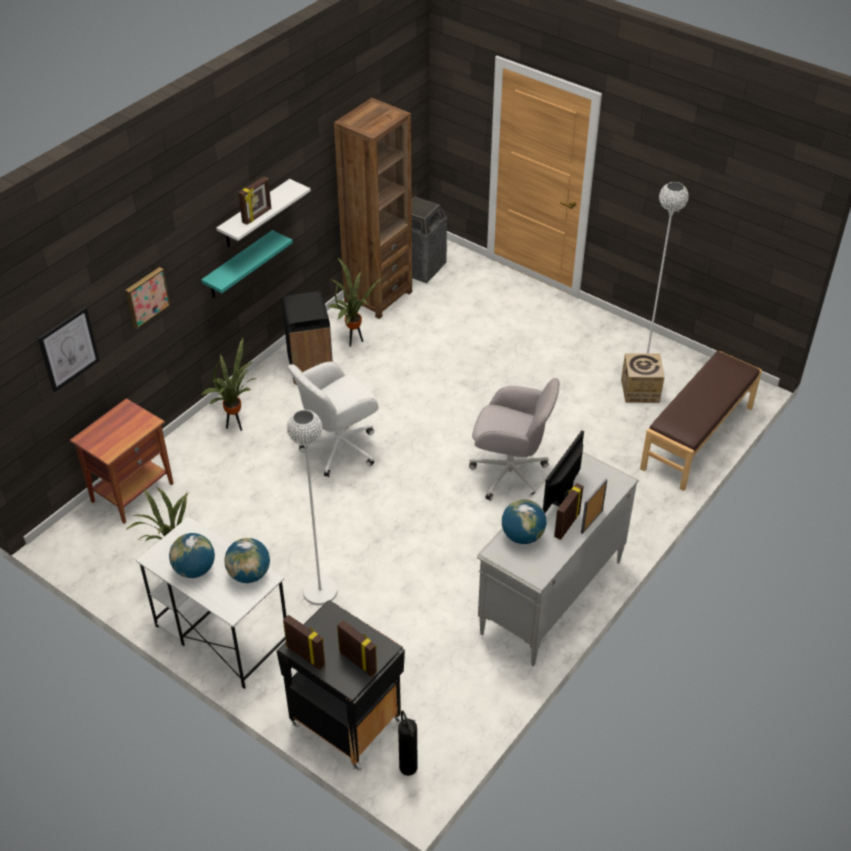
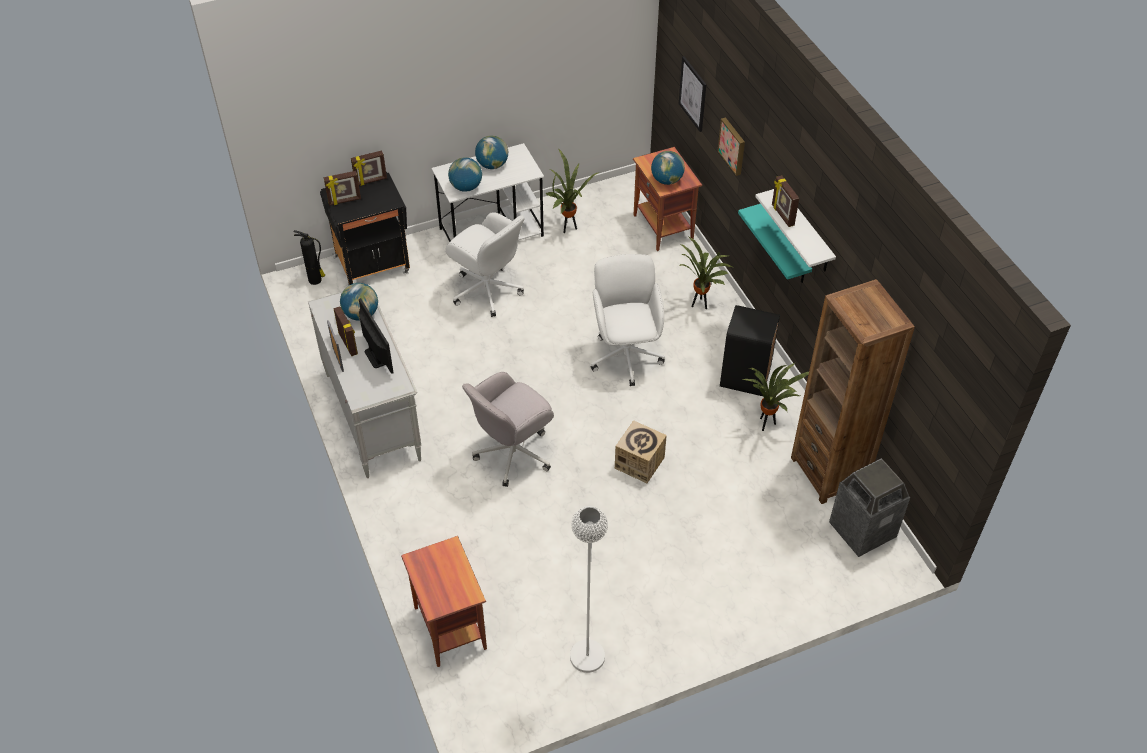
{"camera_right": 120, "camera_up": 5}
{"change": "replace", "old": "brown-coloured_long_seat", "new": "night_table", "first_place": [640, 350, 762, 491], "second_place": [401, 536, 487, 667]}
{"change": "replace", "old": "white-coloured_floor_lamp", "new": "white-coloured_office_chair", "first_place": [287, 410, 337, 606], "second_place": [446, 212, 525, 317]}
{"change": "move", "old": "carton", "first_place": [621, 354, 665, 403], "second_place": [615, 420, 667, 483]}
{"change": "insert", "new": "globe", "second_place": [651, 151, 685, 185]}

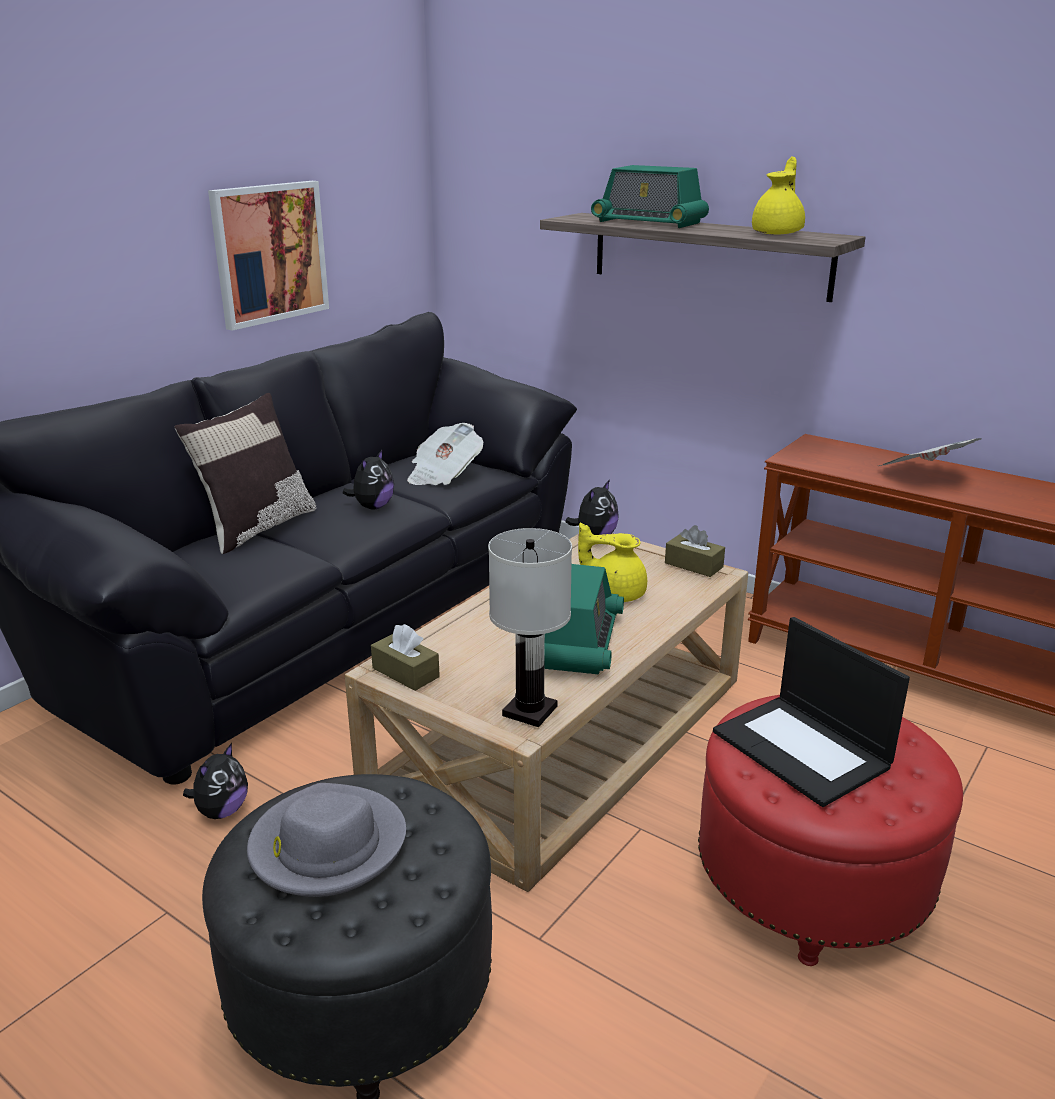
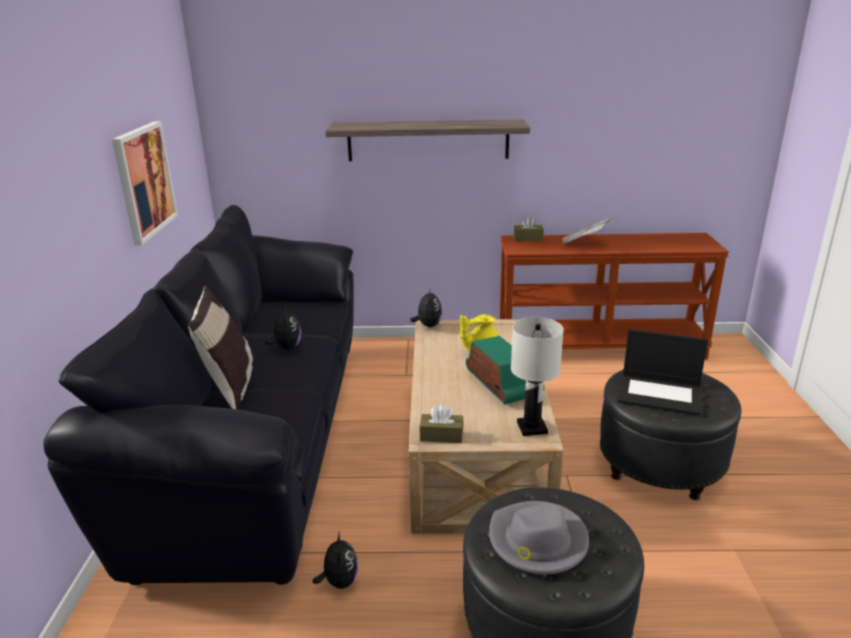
{"camera_right": -35, "camera_up": 0}
{"change": "move", "old": "brown-coloured_tissue_box", "first_place": [665, 525, 725, 577], "second_place": [514, 216, 544, 241]}
{"change": "recolor", "old": "red_footrest", "new": "black-coloured_footrest", "first_place": [698, 695, 963, 966], "second_place": [600, 369, 741, 500]}
{"change": "delete", "old": "daily_paper", "first_place": [407, 423, 483, 485]}
{"change": "delete", "old": "radio", "first_place": [591, 165, 709, 228]}
{"change": "delete", "old": "yellowish_pot_for_tea", "first_place": [752, 156, 805, 235]}

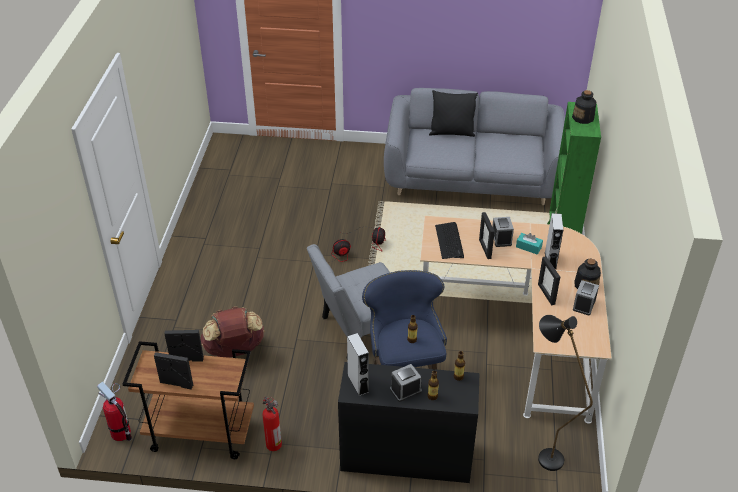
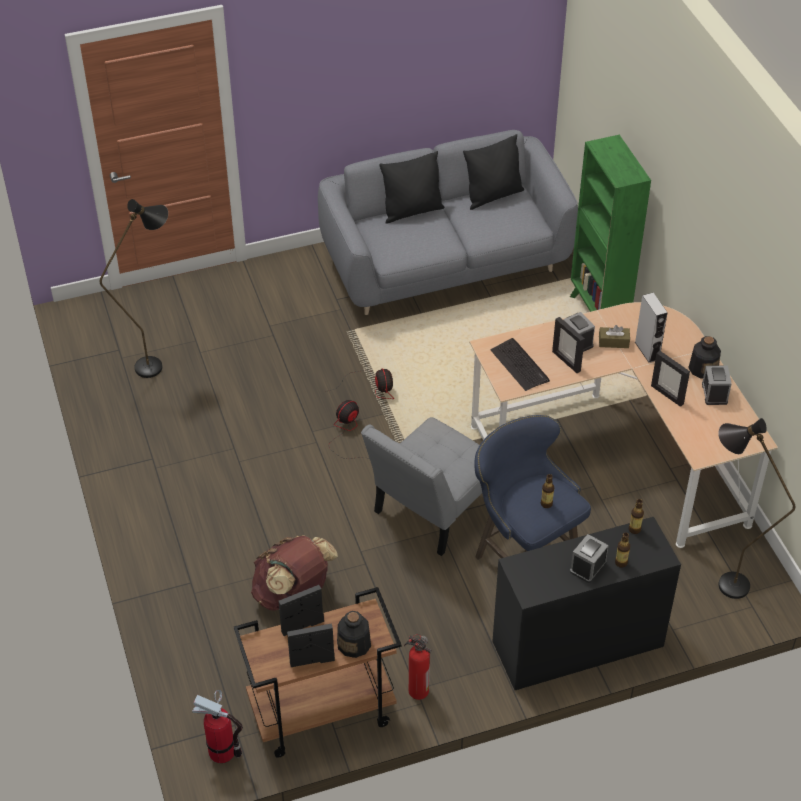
{"camera_right": -25, "camera_up": 5}
{"change": "insert", "new": "black-coloured_floor_lamp", "second_place": [100, 199, 168, 378]}
{"change": "move", "old": "bottle", "first_place": [572, 90, 596, 124], "second_place": [337, 611, 371, 658]}
{"change": "insert", "new": "black-coloured_cushion", "second_place": [463, 134, 524, 210]}
{"change": "recolor", "old": "turquoise-coloured_tissue_box", "new": "brown-coloured_tissue_box", "first_place": [516, 233, 543, 255], "second_place": [599, 325, 630, 348]}
{"change": "delete", "old": "gray_audio_speaker", "first_place": [347, 333, 369, 396]}

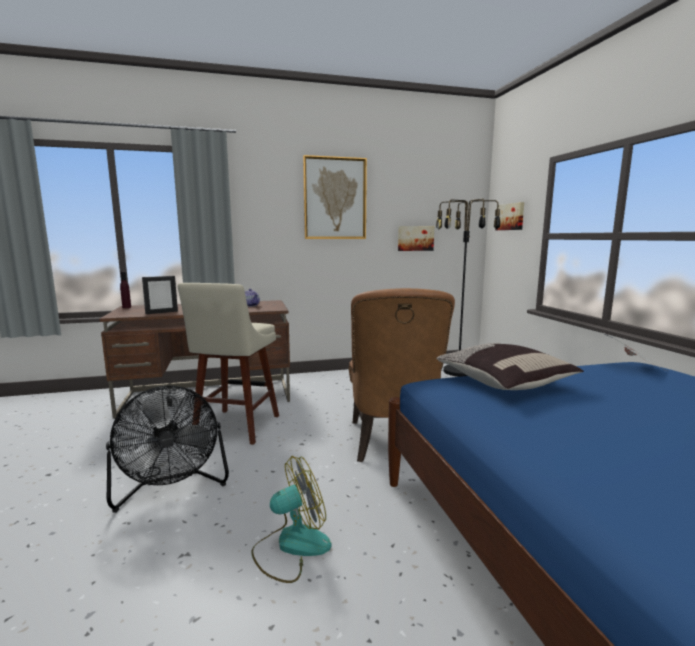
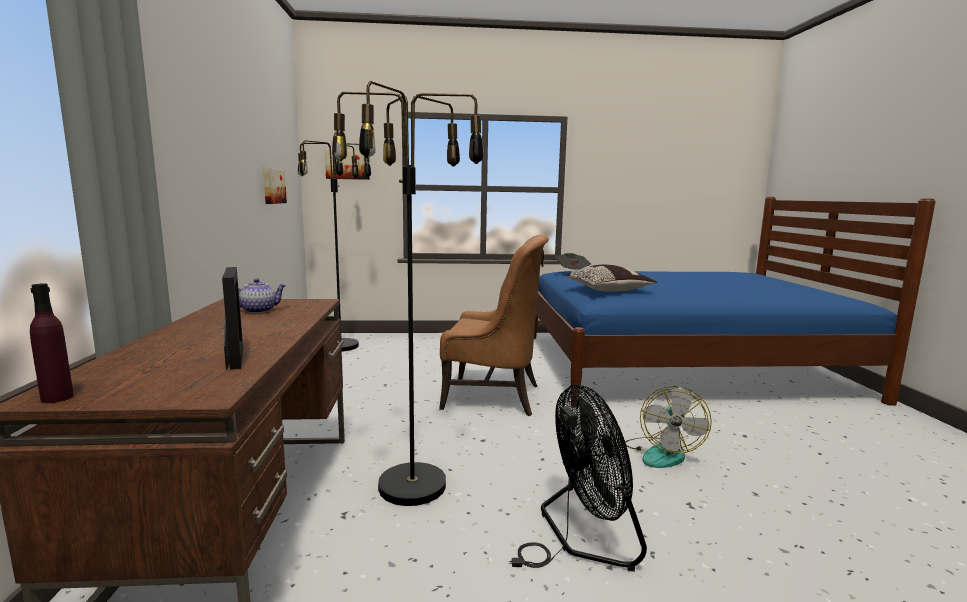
{"camera_right": -80, "camera_up": 0}
{"change": "replace", "old": "sand-coloured_stool_seat", "new": "floor_lamp", "first_place": [178, 283, 279, 445], "second_place": [332, 81, 484, 506]}
{"change": "rotate", "old": "fan", "first_place": [251, 456, 331, 583], "second_place": [625, 386, 712, 468], "degrees": -150}
{"change": "delete", "old": "wall_picture", "first_place": [303, 155, 367, 239]}

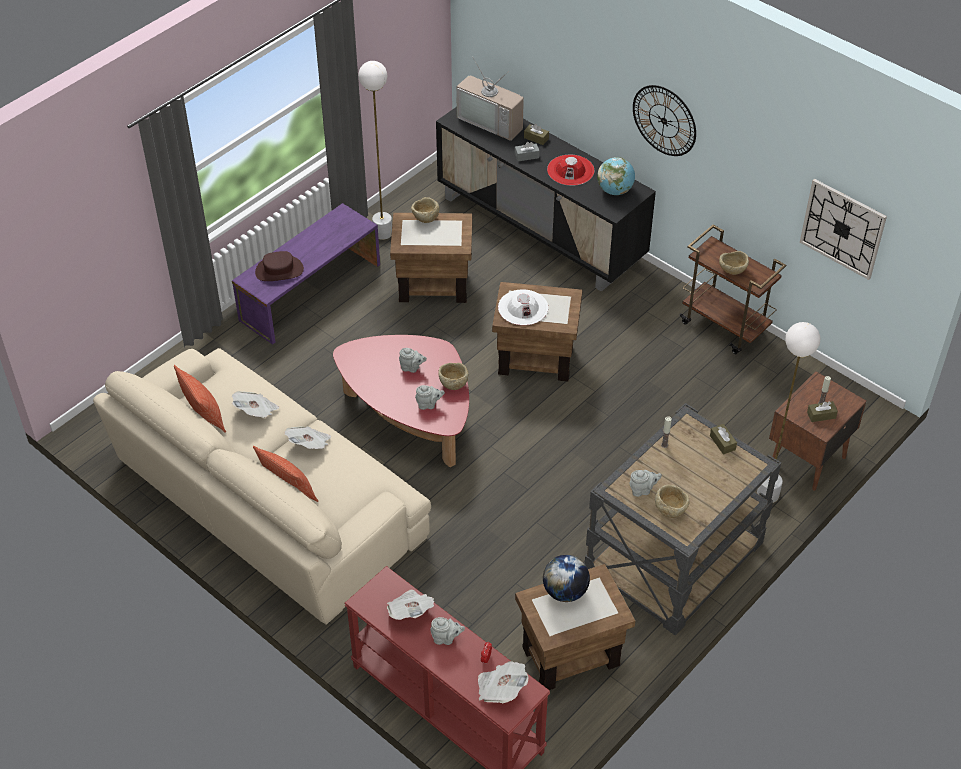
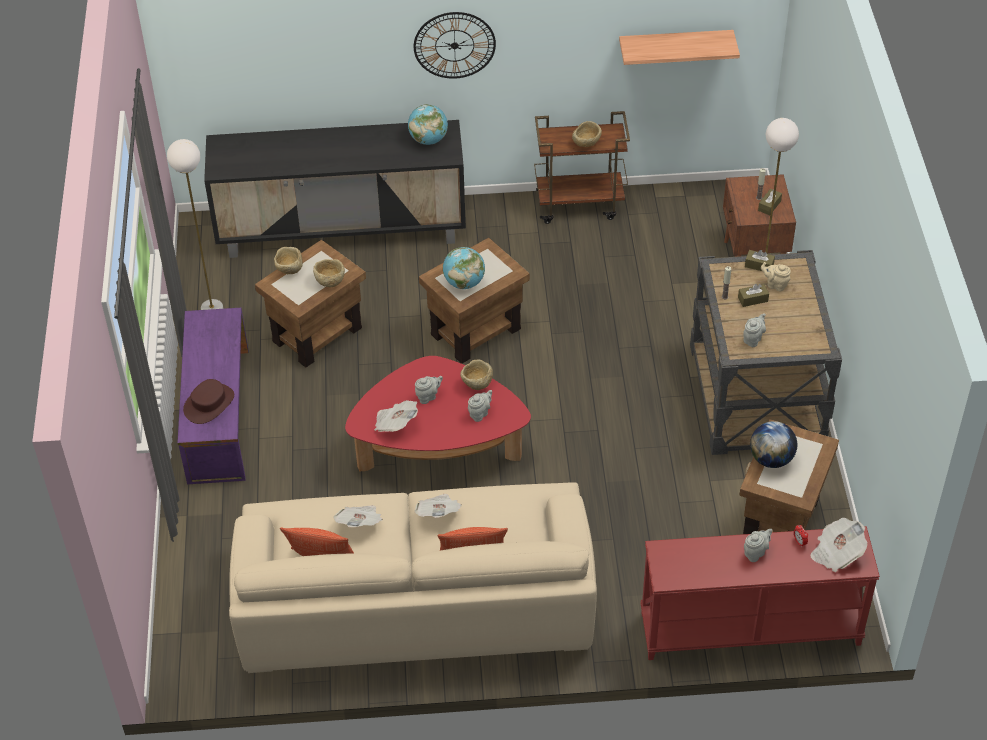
{"camera_right": -45, "camera_up": 0}
{"change": "move", "old": "sand-coloured_bowl", "first_place": [655, 485, 689, 518], "second_place": [313, 259, 345, 287]}
{"change": "move", "old": "daily_paper", "first_place": [387, 590, 434, 620], "second_place": [374, 400, 418, 432]}
{"change": "replace", "old": "white-coloured_hat", "new": "globe", "first_place": [498, 289, 548, 325], "second_place": [443, 247, 485, 289]}
{"change": "replace", "old": "hanging_clock", "new": "bracket_shelf", "first_place": [800, 179, 887, 280], "second_place": [619, 30, 740, 65]}
{"change": "move", "old": "brown-coloured_tissue_box", "first_place": [524, 124, 549, 145], "second_place": [738, 284, 769, 307]}
{"change": "insert", "new": "sand-coloured_pot_for_tea", "second_place": [761, 262, 791, 291]}
{"change": "delete", "old": "television", "first_place": [456, 58, 524, 141]}
{"change": "delete", "old": "gray_tissue_box", "first_place": [515, 142, 540, 161]}
{"change": "delete", "old": "red_hat", "first_place": [547, 155, 594, 186]}

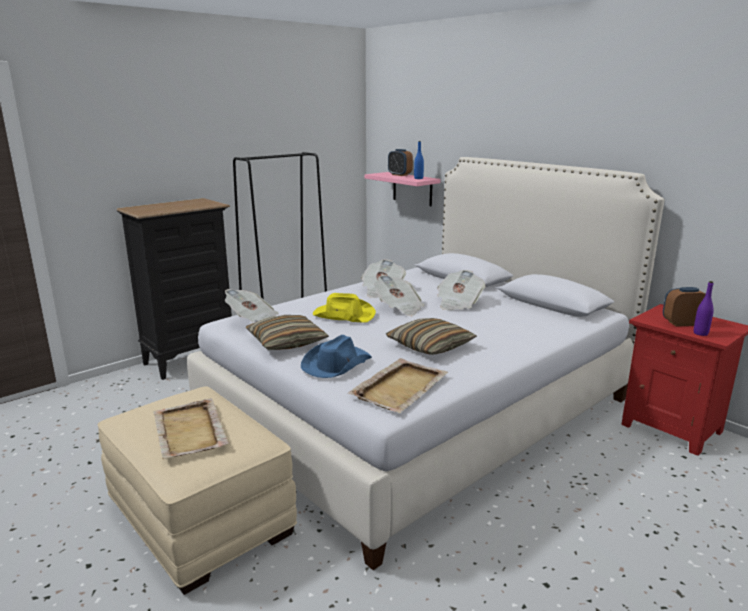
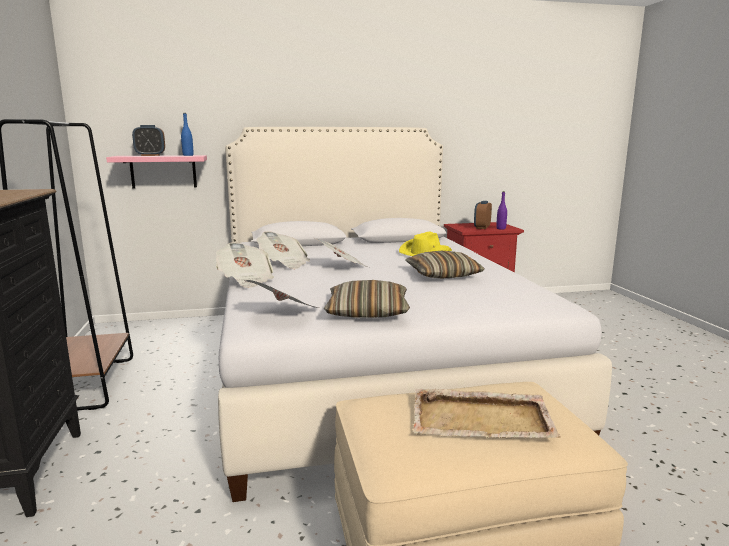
{"camera_right": -60, "camera_up": -5}
{"change": "move", "old": "daily_paper", "first_place": [437, 270, 485, 310], "second_place": [216, 242, 274, 288]}
{"change": "move", "old": "yellowish_hat", "first_place": [313, 293, 376, 323], "second_place": [399, 231, 452, 256]}
{"change": "delete", "old": "blue-coloured_hat", "first_place": [301, 335, 372, 378]}
{"change": "delete", "old": "sand-coloured_tray", "first_place": [348, 358, 448, 413]}

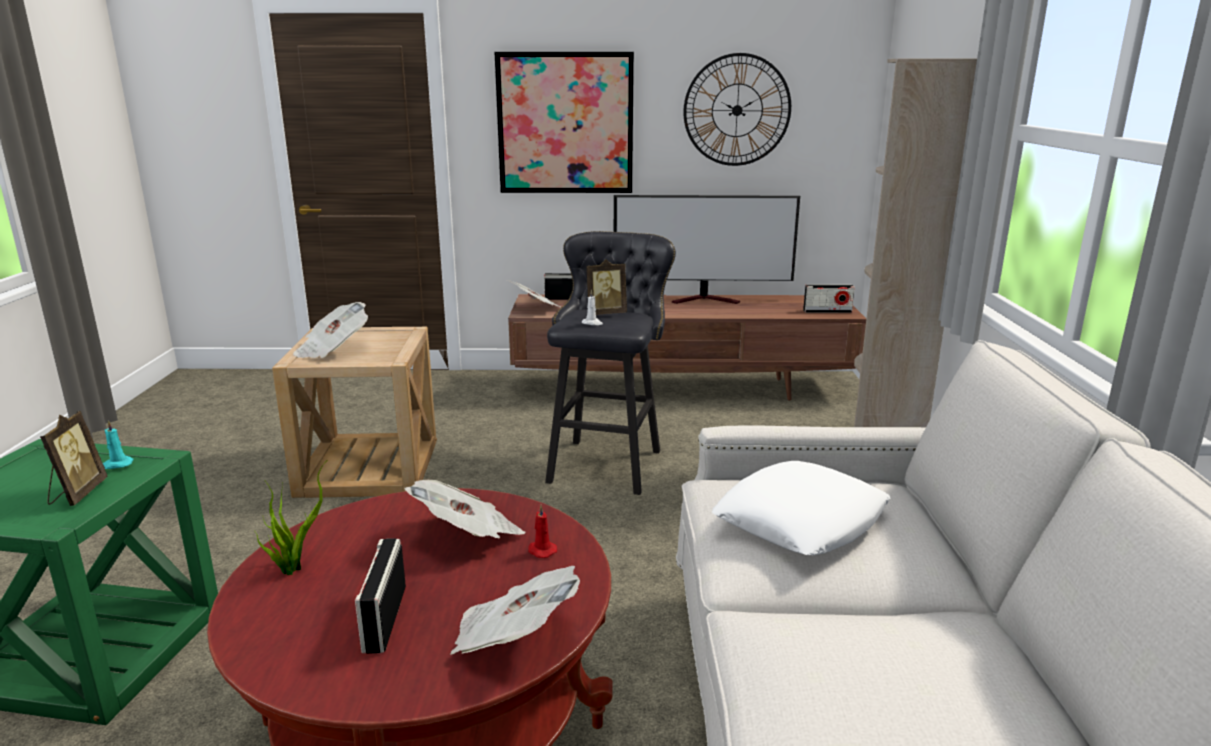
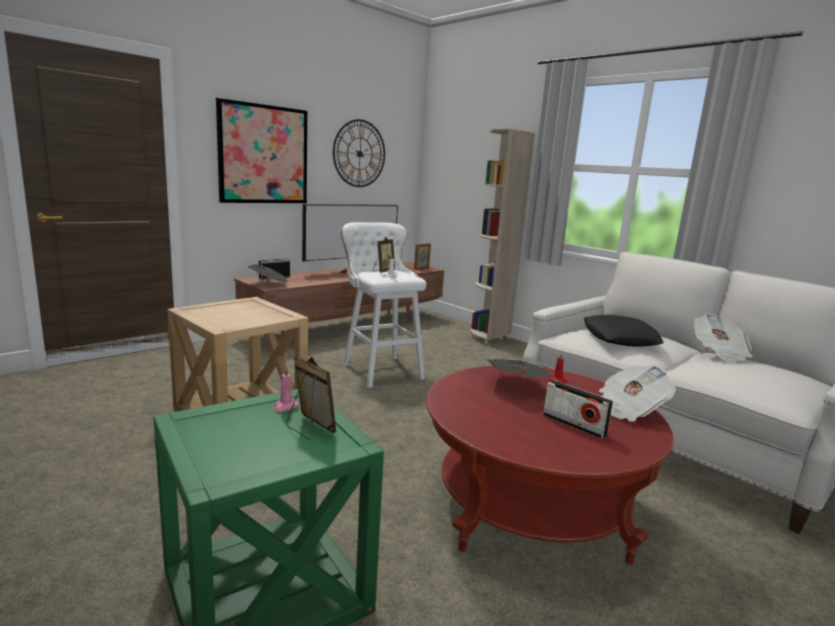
{"camera_right": -45, "camera_up": -5}
{"change": "recolor", "old": "turquoise-coloured_wax_candle", "new": "pink_wax_candle", "first_place": [103, 421, 134, 469], "second_place": [275, 367, 299, 412]}
{"change": "recolor", "old": "black-coloured_stool_seat", "new": "white-coloured_stool_seat", "first_place": [545, 231, 676, 495], "second_place": [340, 222, 426, 388]}
{"change": "replace", "old": "radio", "new": "photo_frame", "first_place": [803, 284, 855, 313], "second_place": [414, 243, 431, 270]}
{"change": "recolor", "old": "white-coloured_cushion", "new": "black-coloured_cushion", "first_place": [712, 461, 891, 555], "second_place": [584, 315, 664, 347]}
{"change": "move", "old": "daily_paper", "first_place": [293, 302, 368, 358], "second_place": [694, 313, 753, 362]}
{"change": "delete", "old": "houseplant", "first_place": [254, 462, 326, 575]}

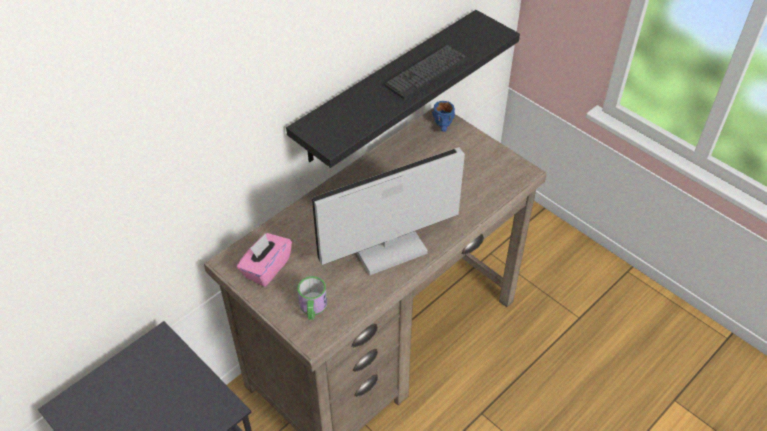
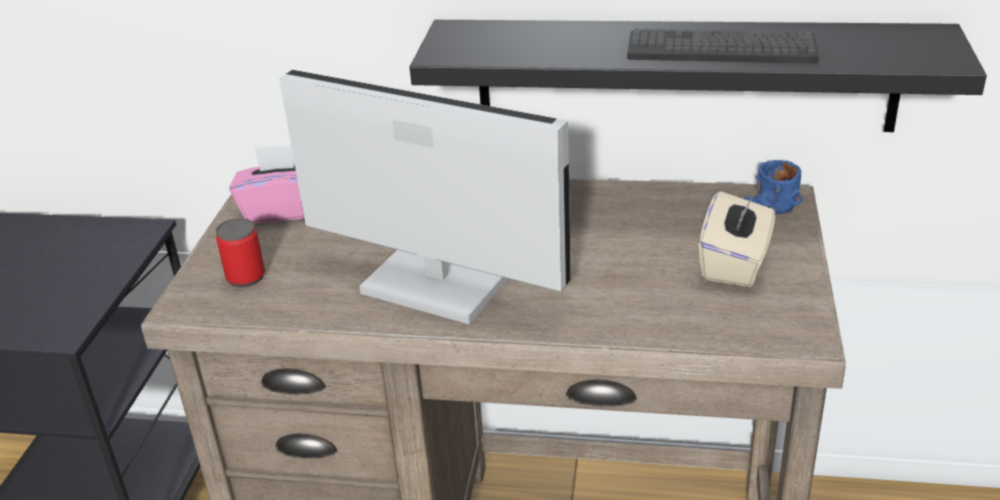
{"camera_right": 55, "camera_up": -15}
{"change": "replace", "old": "mug", "new": "sealed_can", "first_place": [297, 276, 327, 320], "second_place": [216, 218, 265, 287]}
{"change": "insert", "new": "sand-coloured_tissue_box", "second_place": [699, 189, 775, 287]}

